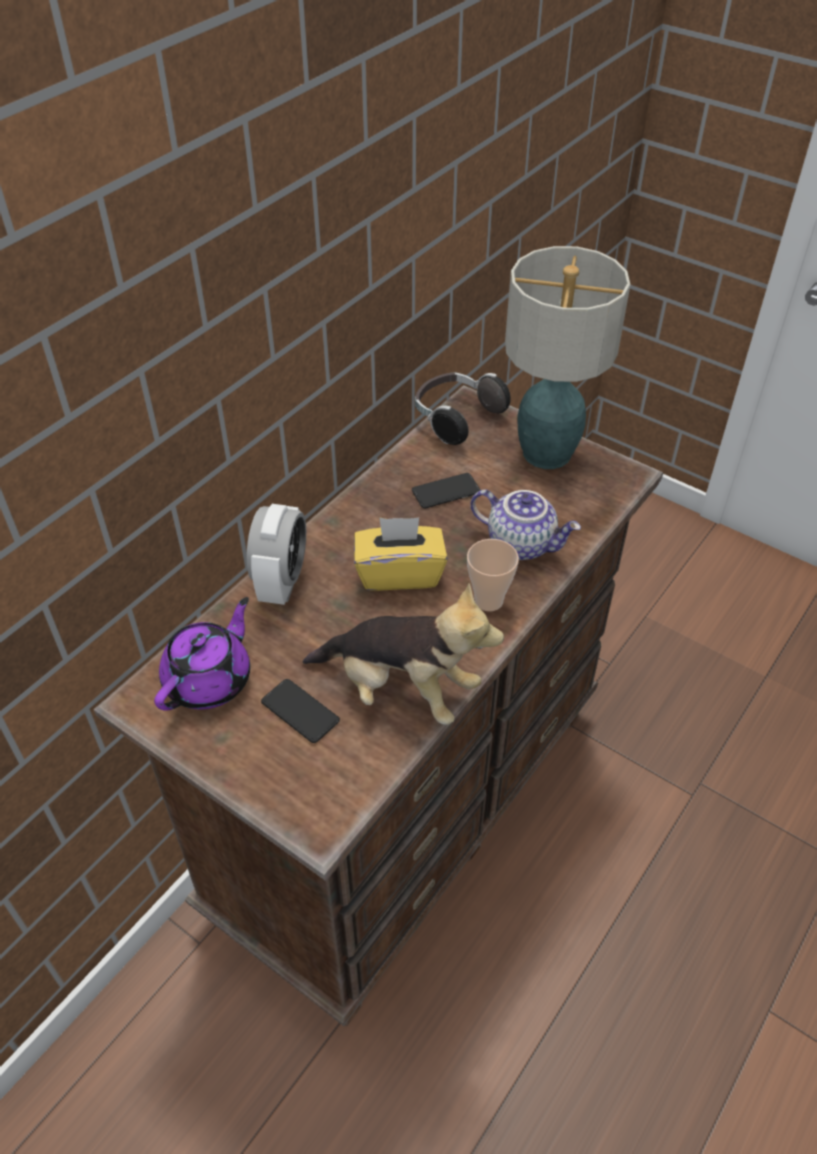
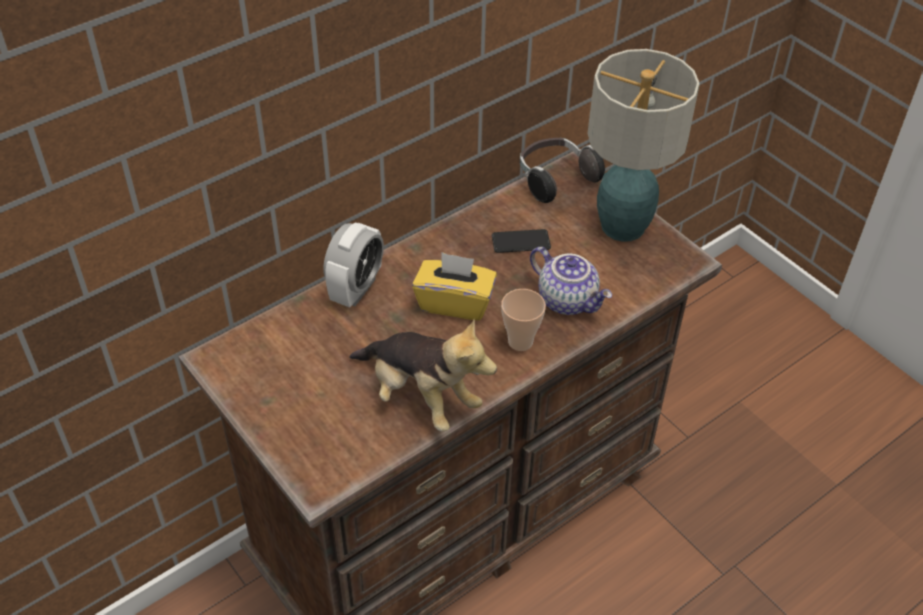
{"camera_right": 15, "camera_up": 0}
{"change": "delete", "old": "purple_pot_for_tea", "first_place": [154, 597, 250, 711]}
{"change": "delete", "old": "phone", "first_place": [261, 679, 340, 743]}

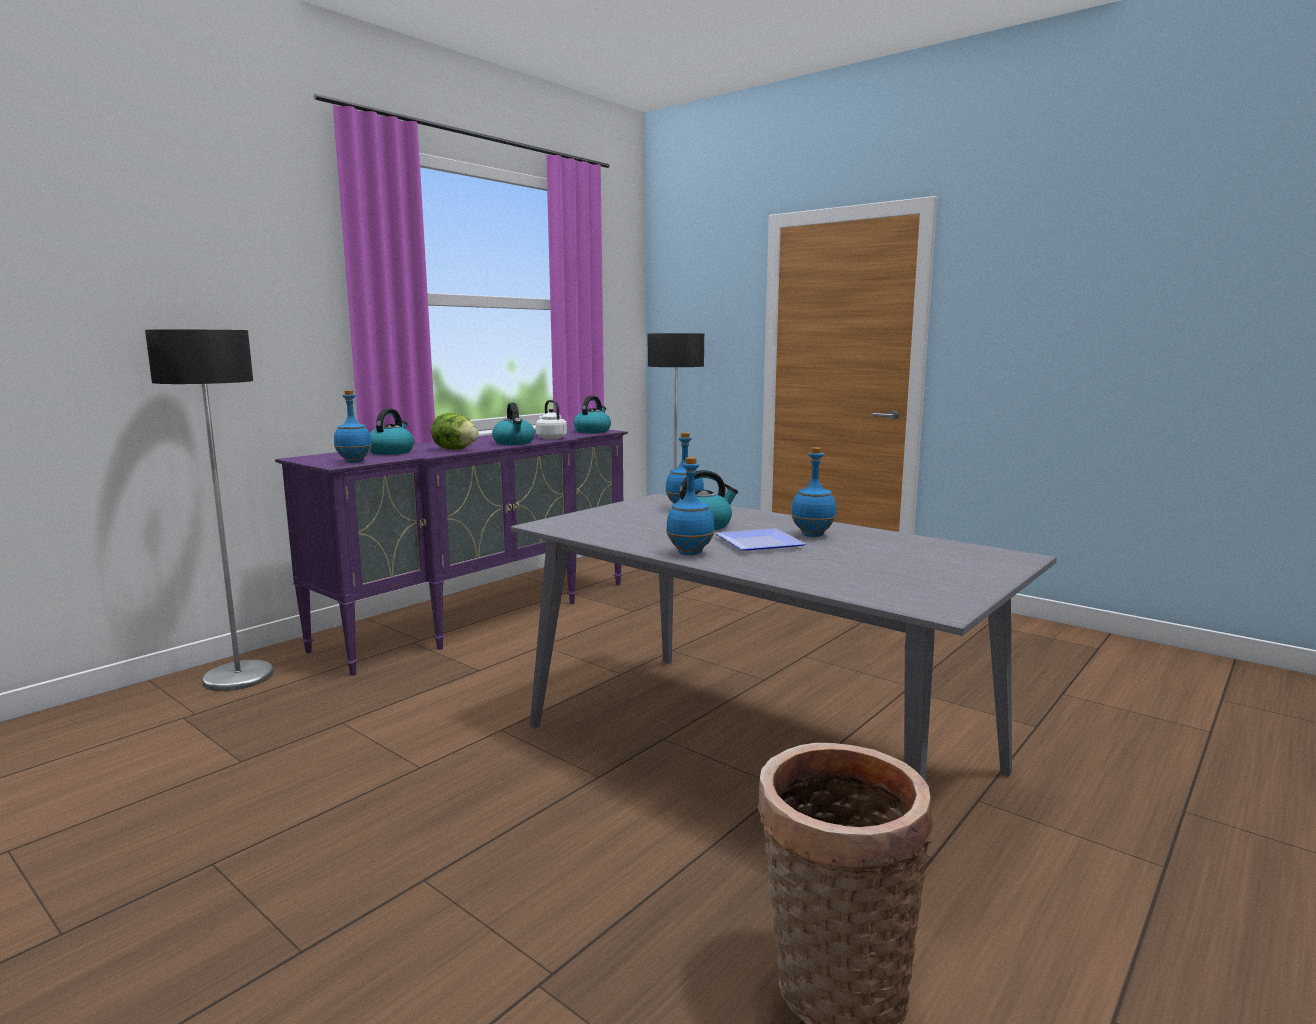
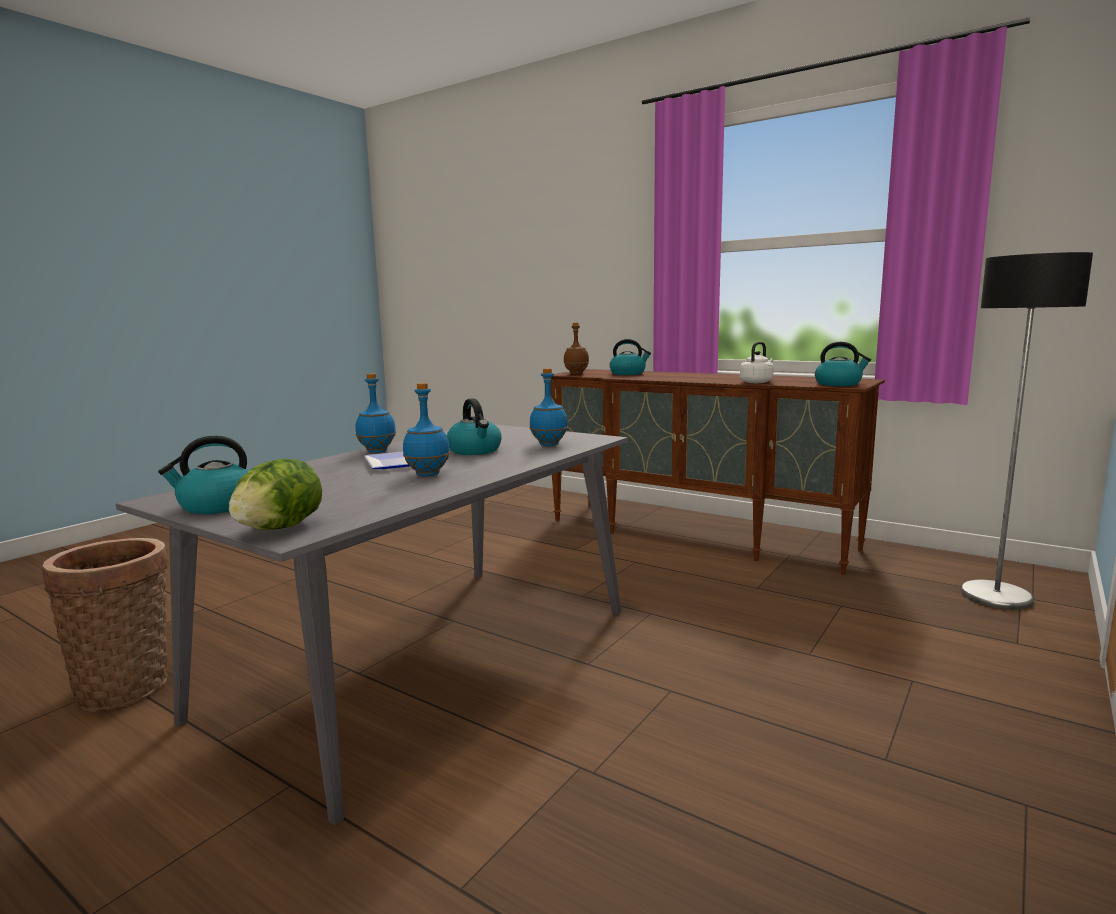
{"camera_right": 85, "camera_up": 0}
{"change": "move", "old": "kettle", "first_place": [492, 403, 535, 445], "second_place": [158, 436, 249, 514]}
{"change": "move", "old": "lettuce_head", "first_place": [431, 413, 479, 450], "second_place": [229, 459, 322, 530]}
{"change": "recolor", "old": "purple_storage_cabinet", "new": "brown-coloured_storage_cabinet", "first_place": [275, 426, 628, 676], "second_place": [551, 369, 885, 575]}
{"change": "recolor", "old": "blue-coloured_bottle", "new": "brown-coloured_bottle", "first_place": [334, 390, 372, 463], "second_place": [563, 323, 589, 375]}
{"change": "delete", "old": "floor_lamp", "first_place": [145, 330, 274, 691]}

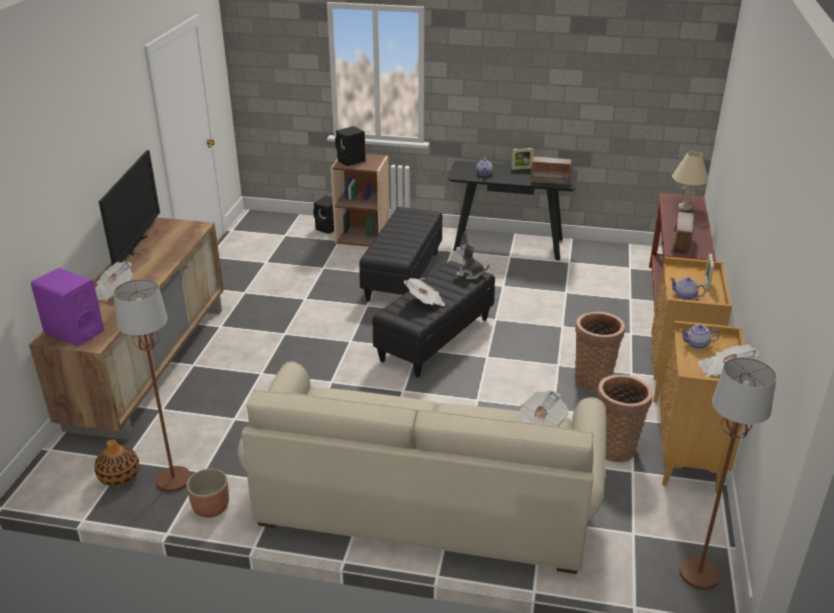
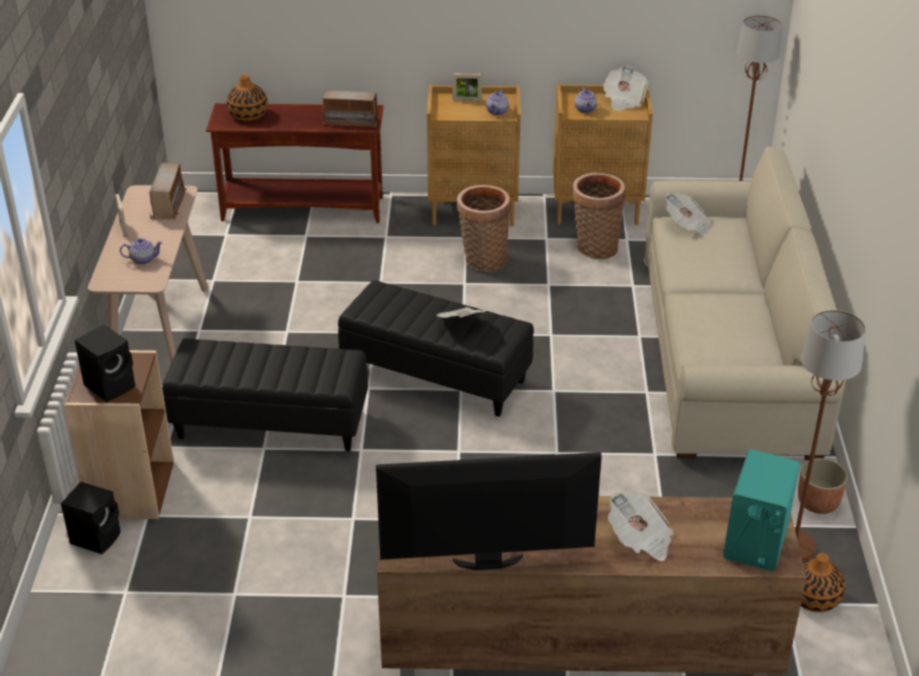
{"camera_right": -100, "camera_up": 5}
{"change": "recolor", "old": "black-coloured_narrow_table", "new": "sand-coloured_narrow_table", "first_place": [448, 161, 578, 261], "second_place": [88, 185, 209, 363]}
{"change": "replace", "old": "sand-coloured_table_lamp", "new": "vase", "first_place": [672, 151, 709, 210], "second_place": [227, 74, 268, 121]}
{"change": "recolor", "old": "purple_audio_speaker", "new": "turquoise-coloured_audio_speaker", "first_place": [31, 268, 104, 347], "second_place": [723, 450, 800, 571]}
{"change": "delete", "old": "soft_toy", "first_place": [456, 241, 489, 279]}

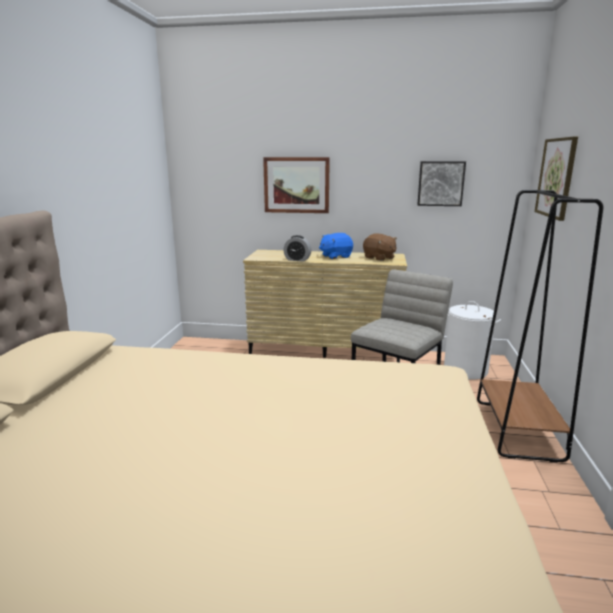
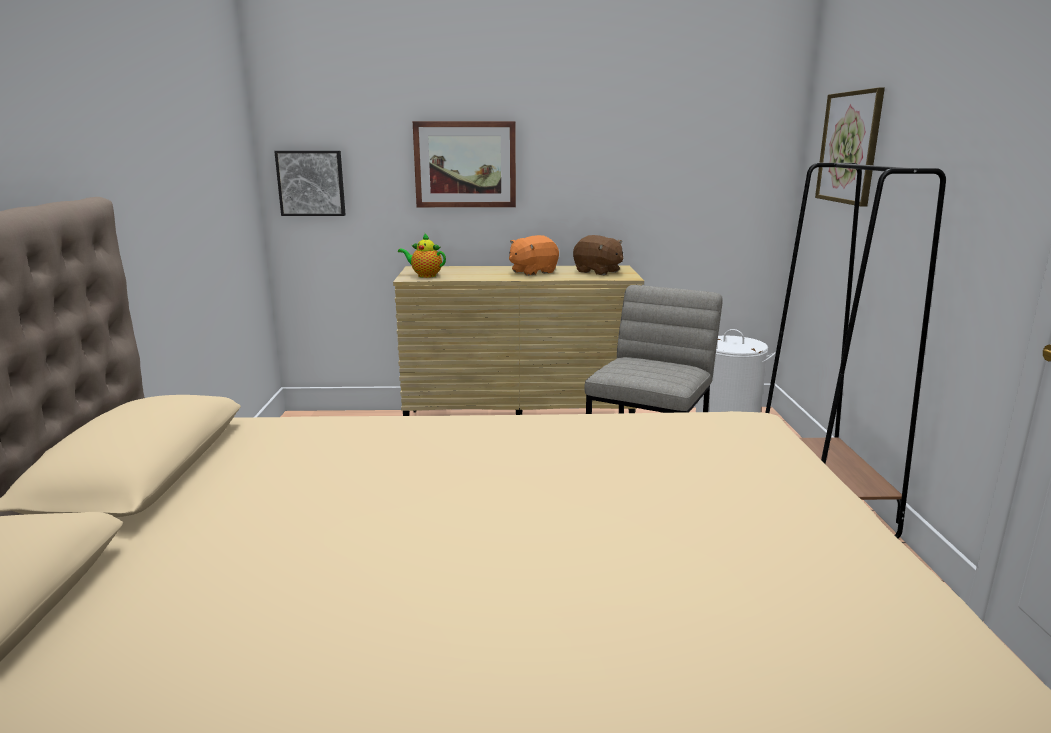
{"camera_right": -10, "camera_up": 0}
{"change": "move", "old": "wall_picture", "first_place": [417, 161, 466, 206], "second_place": [274, 151, 346, 216]}
{"change": "insert", "new": "pot_for_tea", "second_place": [398, 234, 446, 278]}
{"change": "recolor", "old": "blue-coloured_soft_toy", "new": "orange-coloured_soft_toy", "first_place": [319, 233, 353, 259], "second_place": [509, 235, 559, 276]}
{"change": "delete", "old": "table_clock", "first_place": [284, 235, 311, 262]}

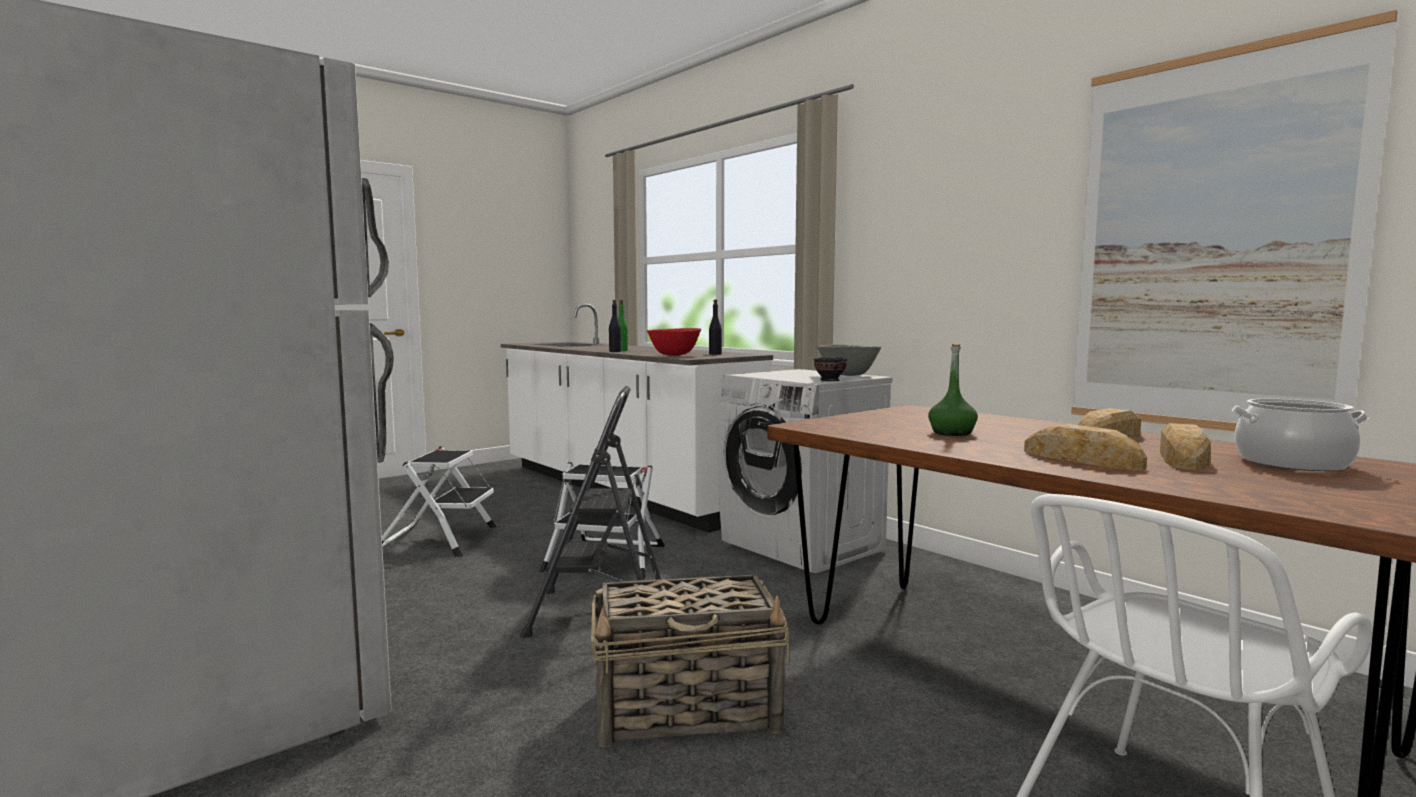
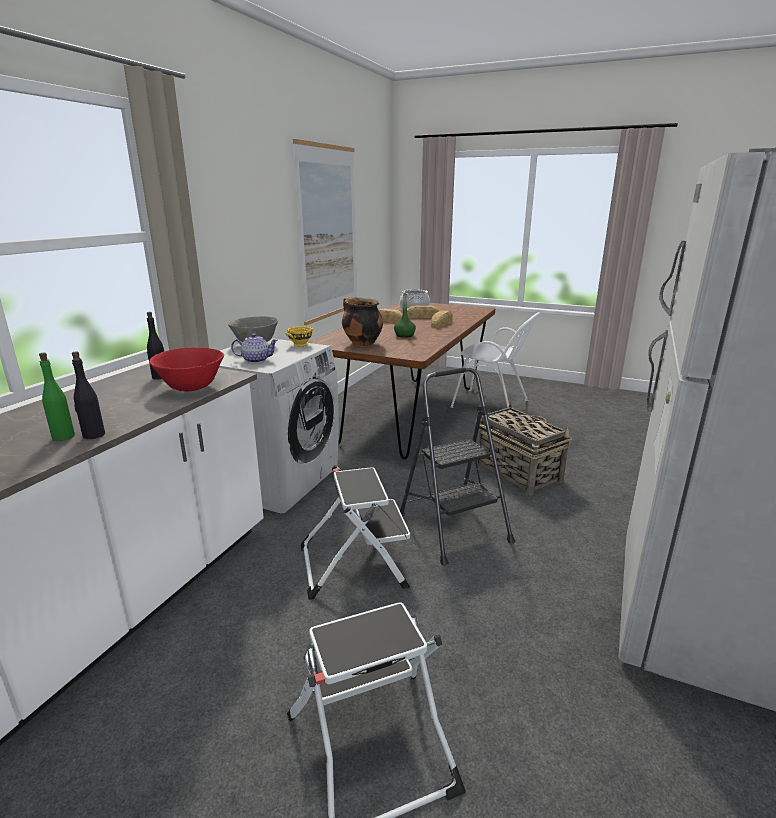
{"camera_right": -115, "camera_up": 15}
{"change": "insert", "new": "pot_for_tea", "second_place": [231, 333, 278, 363]}
{"change": "recolor", "old": "black-coloured_bowl", "new": "yellowish_bowl", "first_place": [814, 357, 847, 381], "second_place": [285, 326, 313, 347]}
{"change": "insert", "new": "cooking_pot", "second_place": [342, 297, 383, 347]}

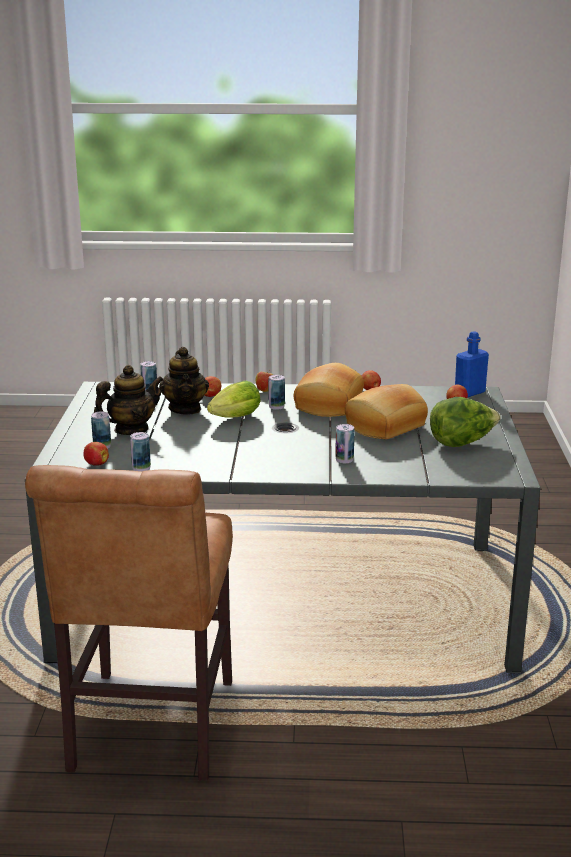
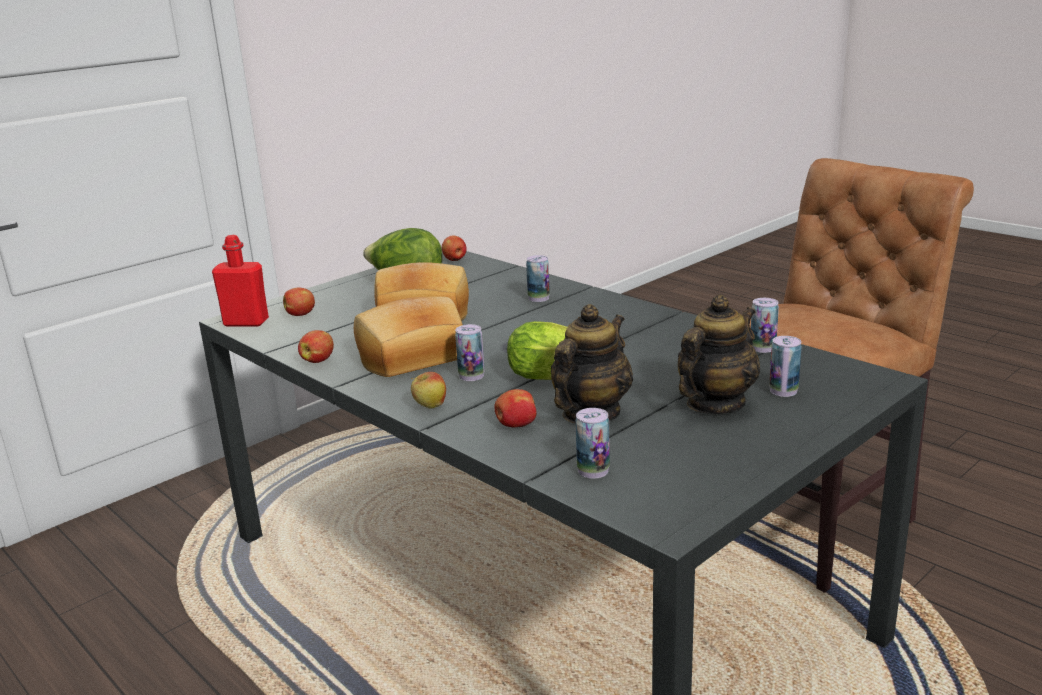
{"camera_right": -135, "camera_up": 0}
{"change": "recolor", "old": "blue-coloured_bottle", "new": "red_bottle", "first_place": [455, 331, 489, 397], "second_place": [212, 235, 269, 327]}
{"change": "move", "old": "apple_fruit", "first_place": [83, 442, 109, 466], "second_place": [442, 236, 467, 261]}
{"change": "rotate", "old": "pot_for_tea", "first_place": [94, 365, 164, 435], "second_place": [678, 294, 760, 414], "degrees": 120}

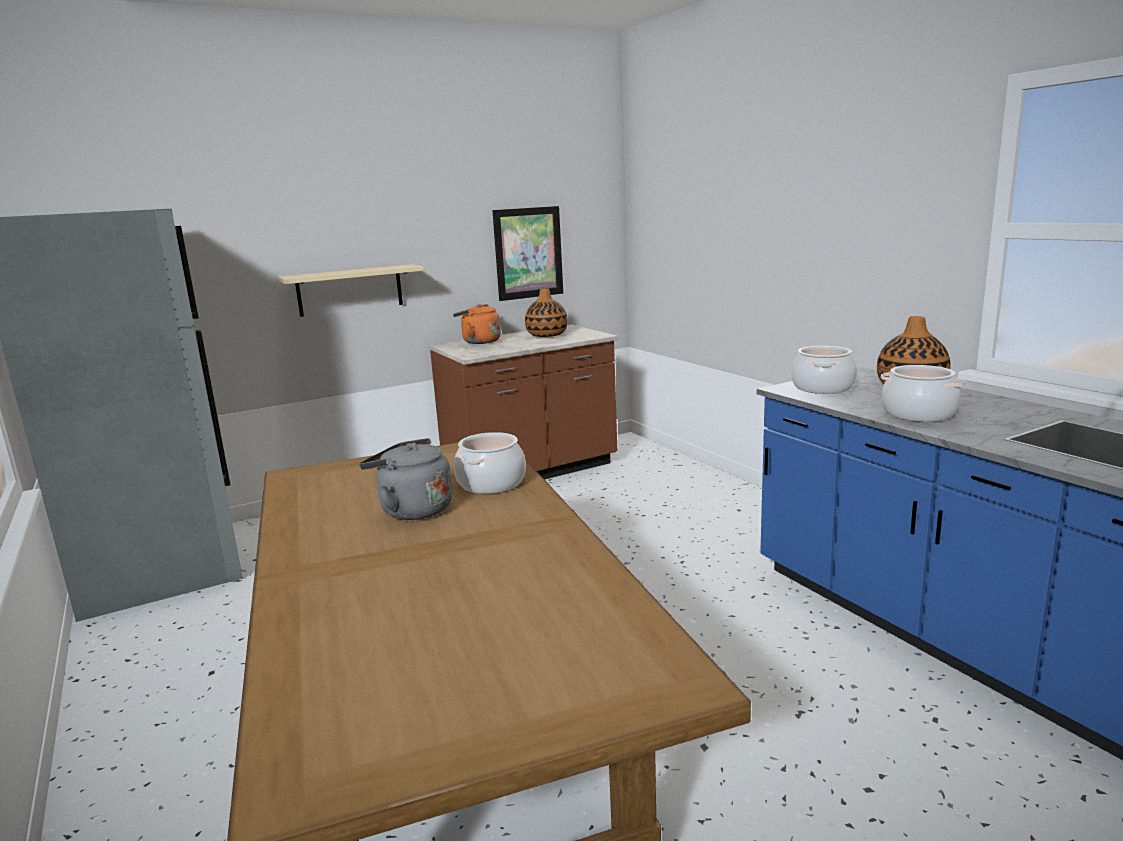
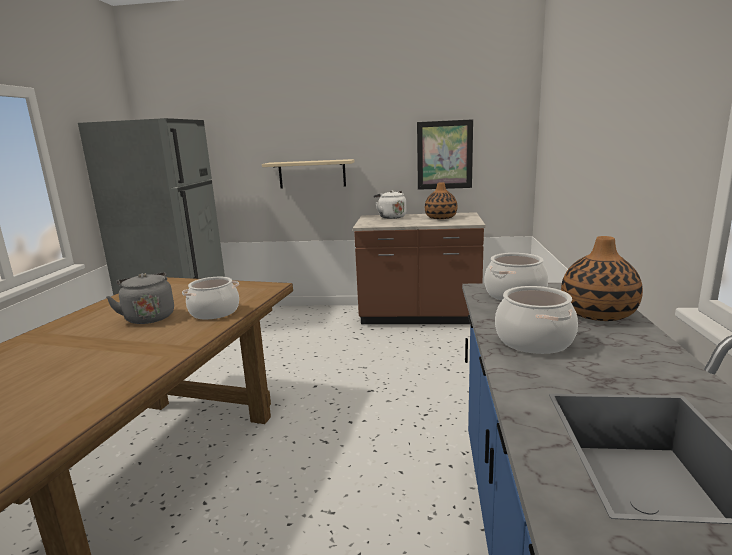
{"camera_right": 35, "camera_up": 0}
{"change": "recolor", "old": "orange-coloured_kettle", "new": "white-coloured_kettle", "first_place": [453, 304, 501, 344], "second_place": [373, 190, 406, 219]}

